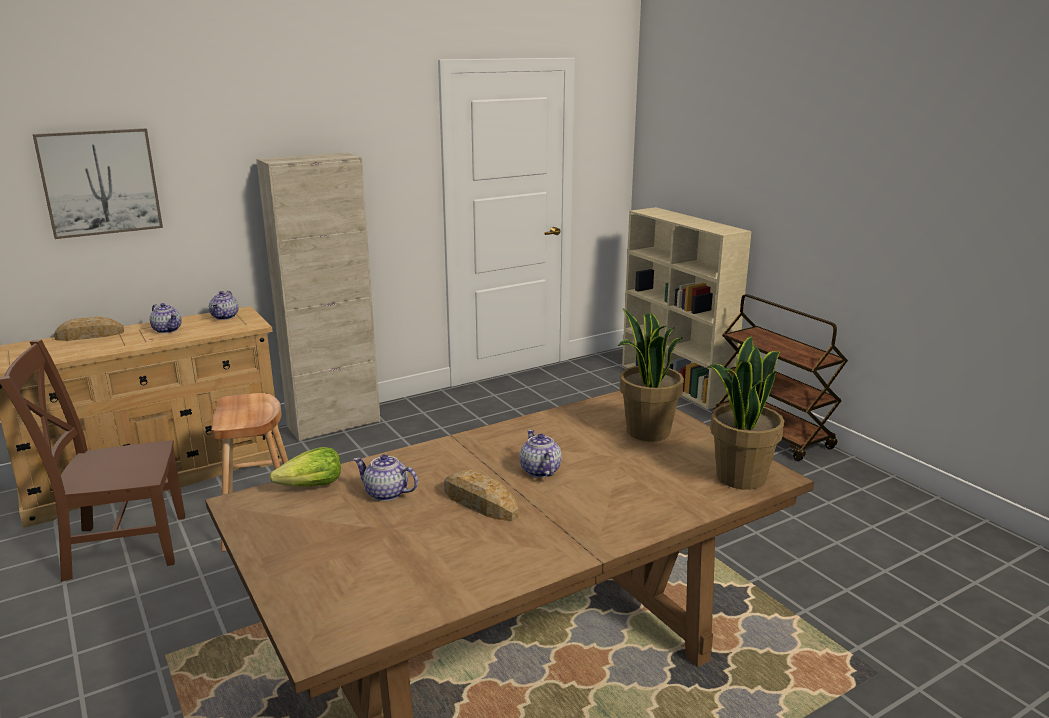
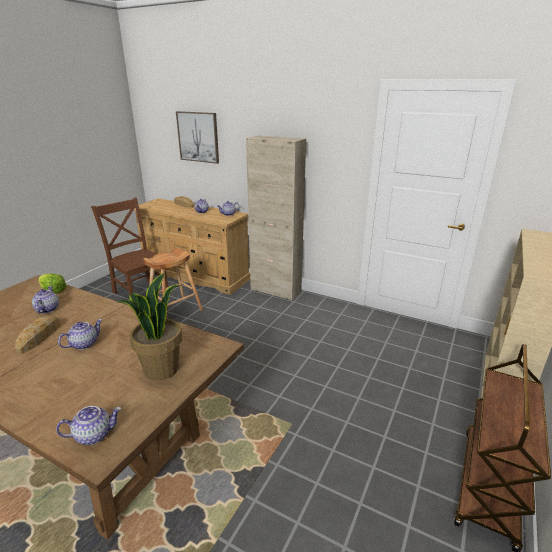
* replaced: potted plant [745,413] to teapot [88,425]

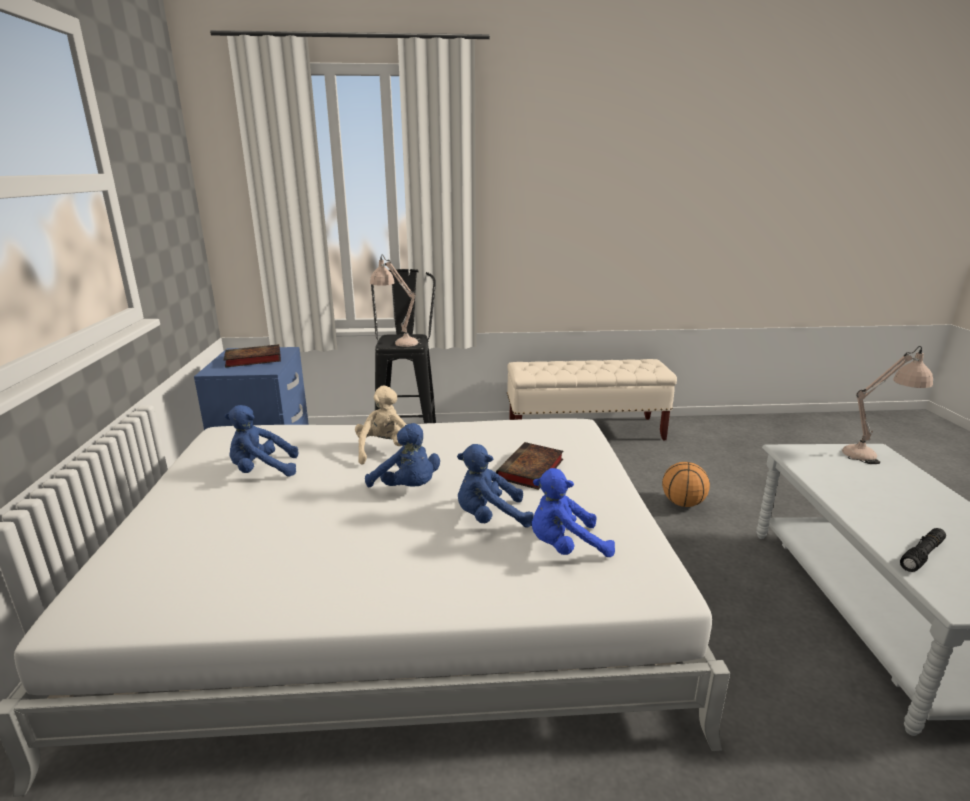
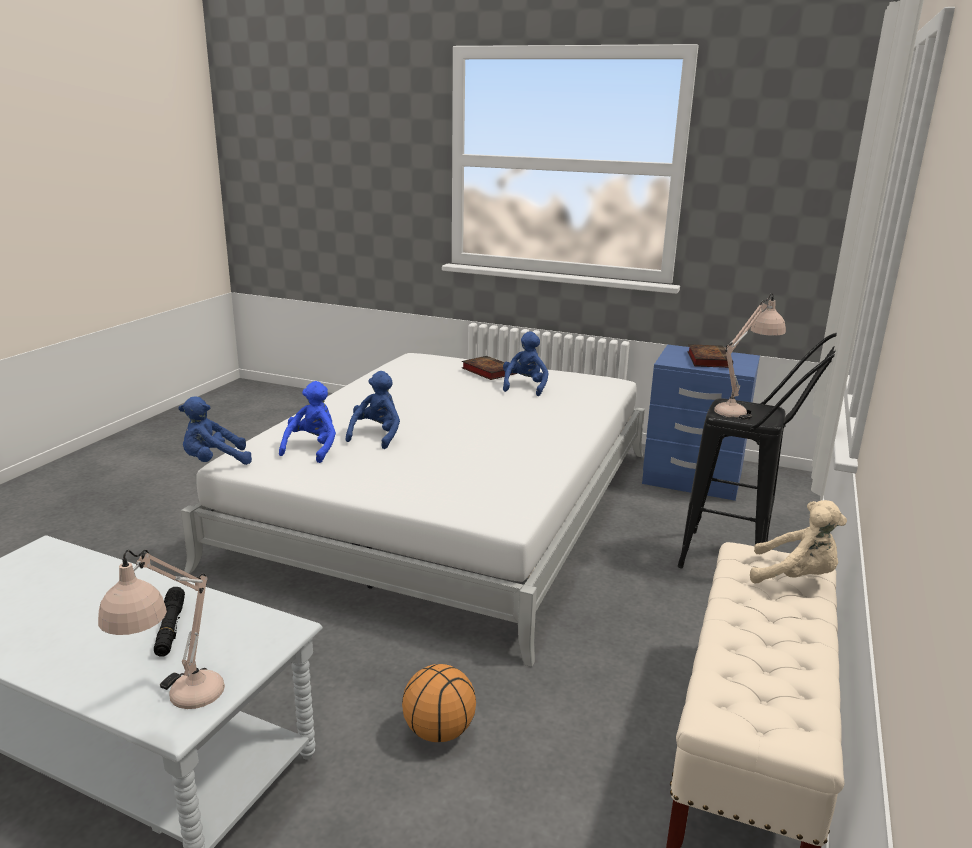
* moved: plush toy (sand-coloured) [381,425] to [798,541]
* moved: plush toy (bluish) [402,455] to [215,430]
* moved: bound book [530,466] to [489,368]
* moved: flashlight (black) [923,550] to [169,622]

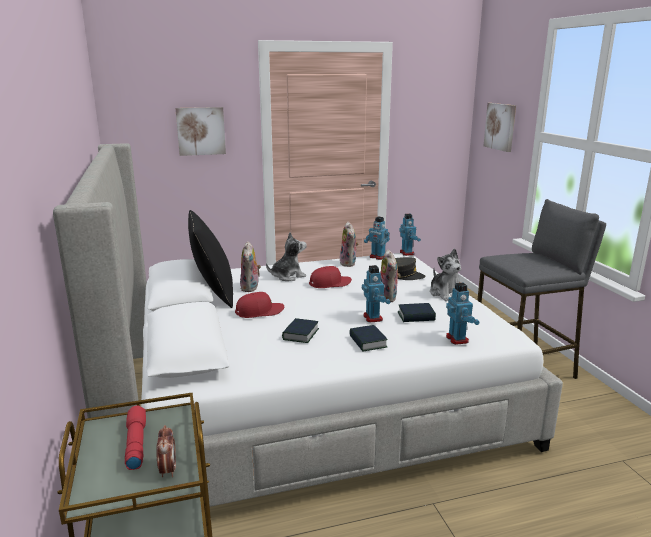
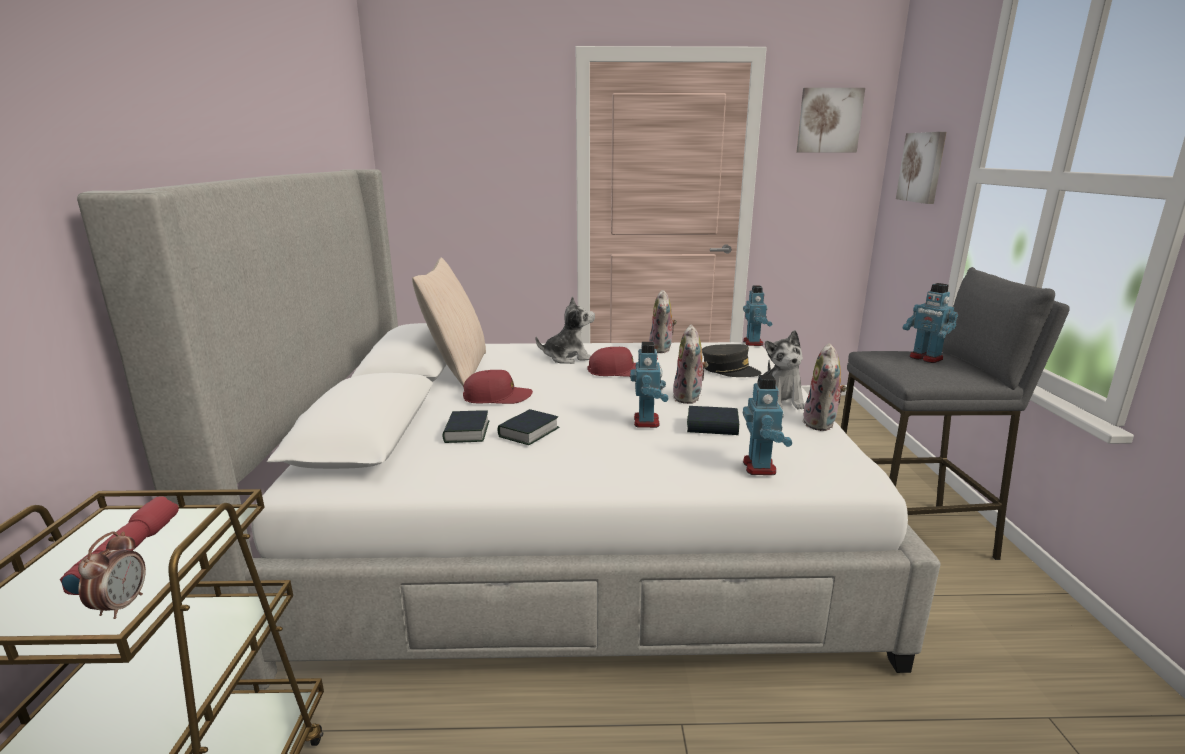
* moved: wall picture [200,131] to [831,120]
* moved: plush toy [250,266] to [825,387]
* moved: bound book [368,338] to [466,426]
* moved: robot figure [377,238] to [930,323]
* recoloured: cushion (black) [210,259] to cushion (sand-coloured) [449,322]

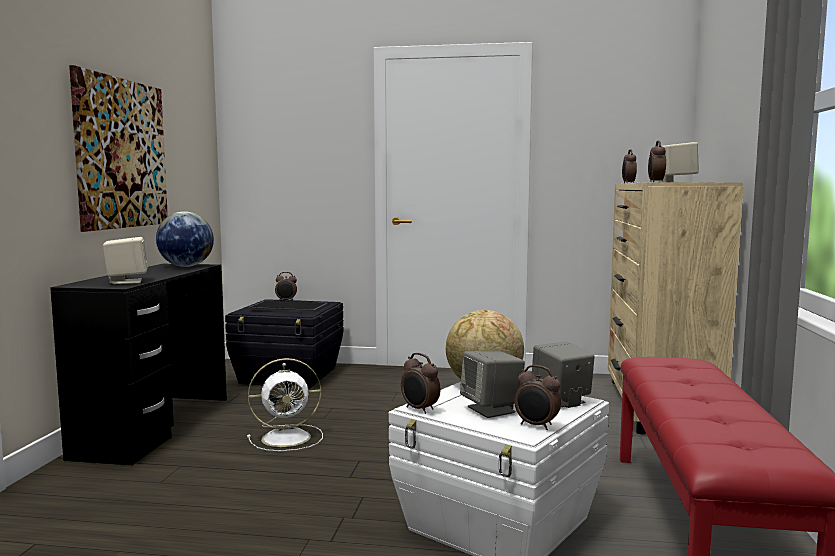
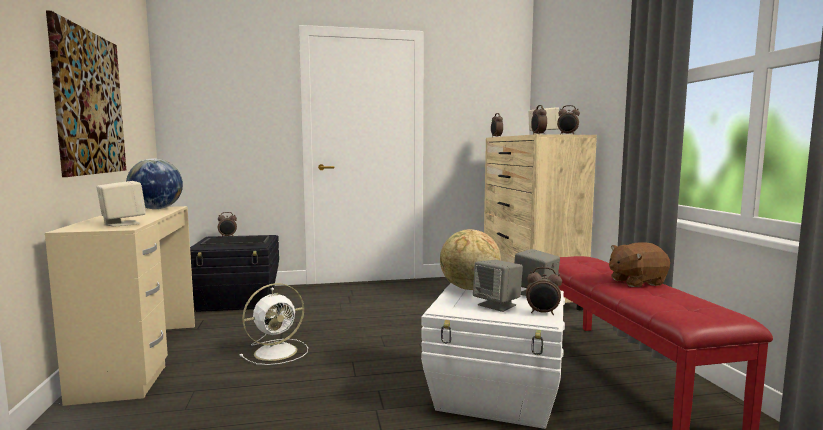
* added: plush toy (brown) [639,265]
* moved: table clock [420,383] to [568,120]
* recoloured: desk unit (black) [138,364] to desk unit (sand-coloured) [120,306]

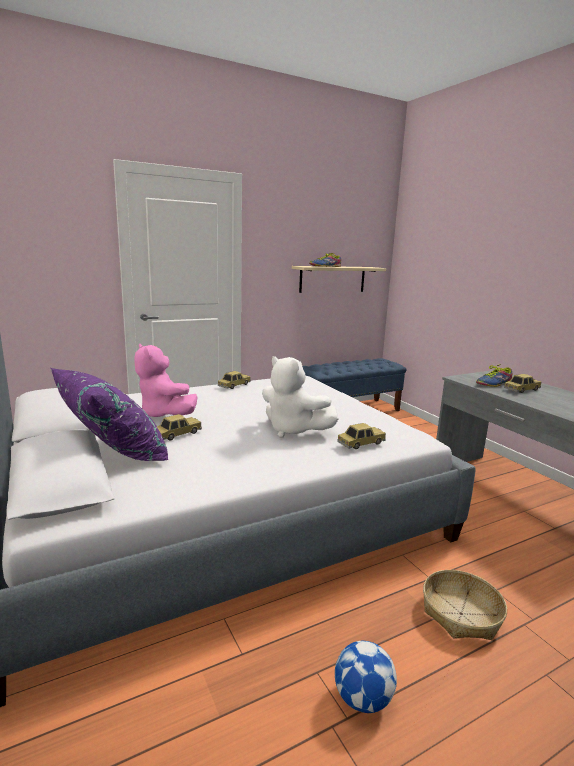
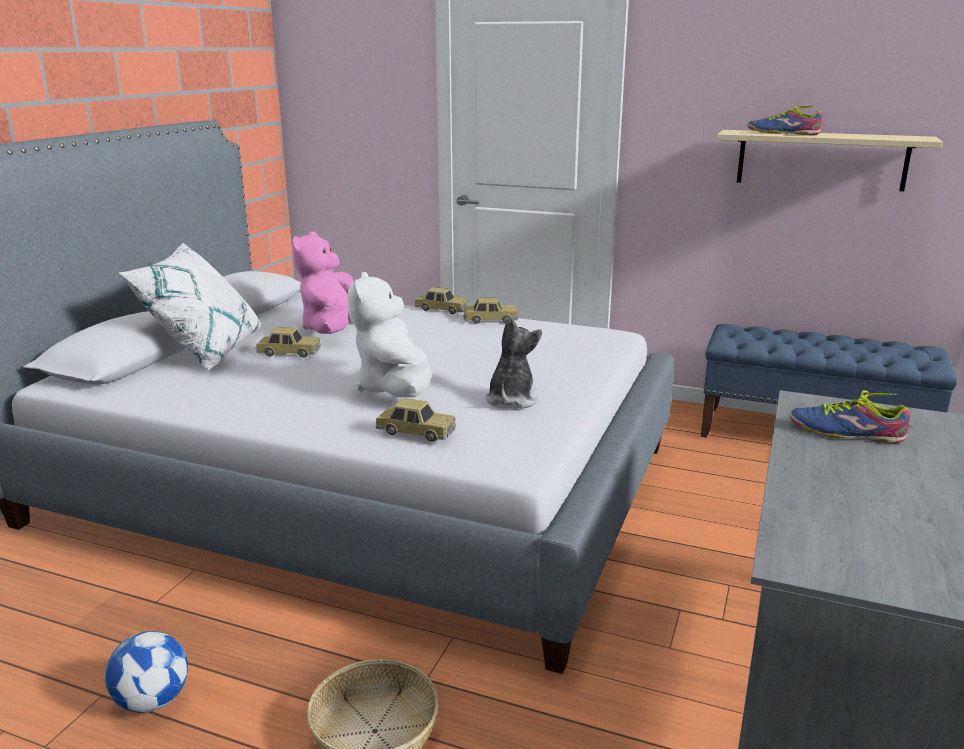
* added: plush toy [514,363]
* moved: miniature car [522,383] to [442,300]
* recoloured: cushion (purple-coloured) [109,414] to cushion (white) [190,306]

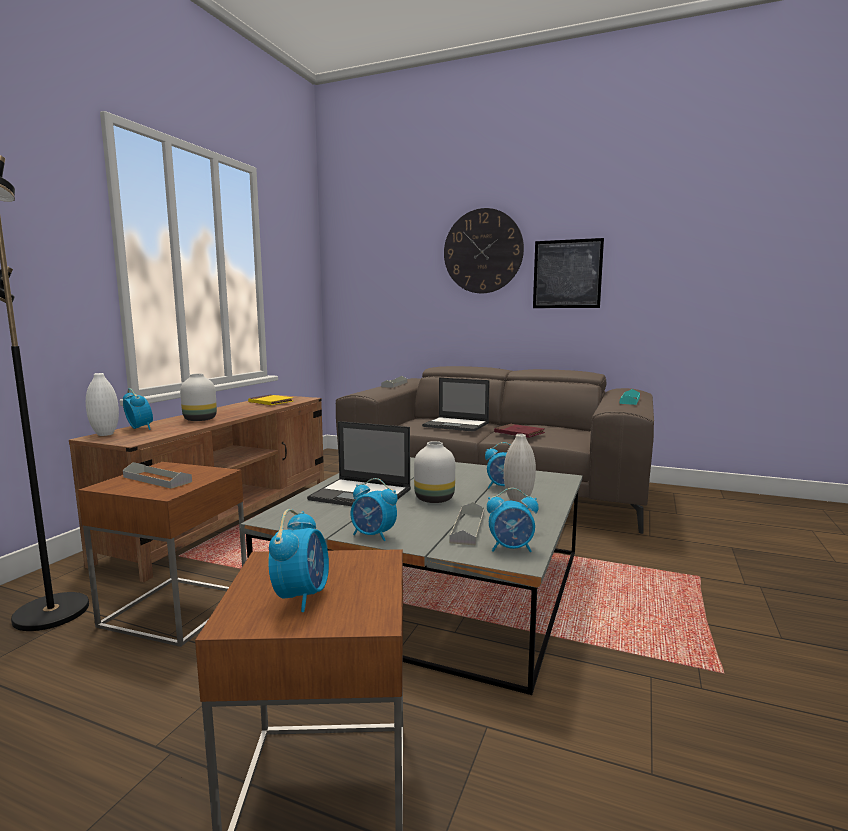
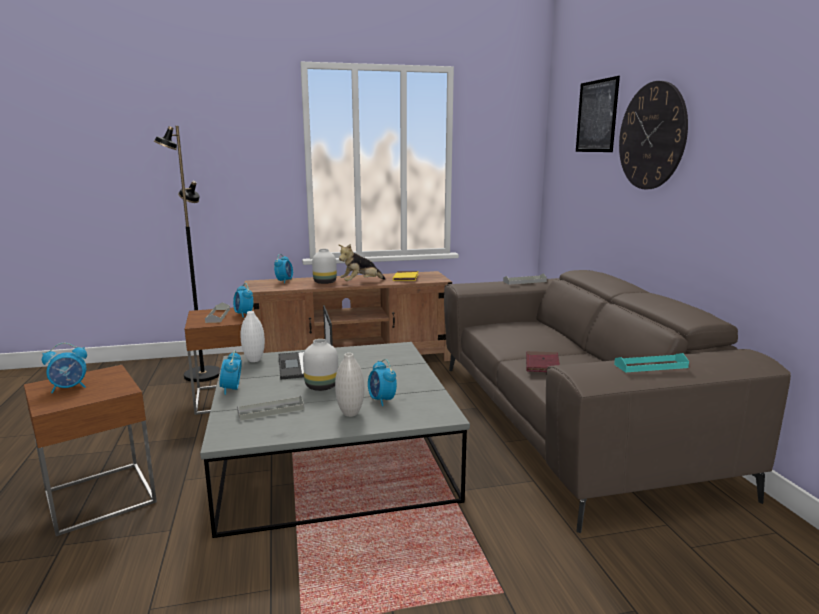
* removed: portable computer [456,405]
* added: plush toy [362,262]
* moved: flower vase (white) [102,404] to [252,336]
* moved: table clock [513,520] to [243,300]
* moved: wall picture [568,273] to [598,114]

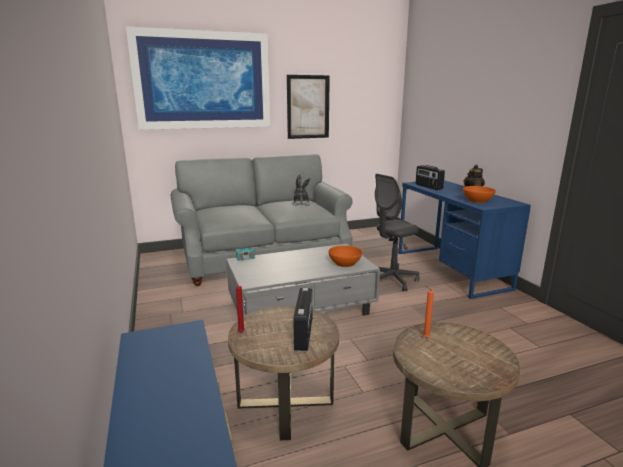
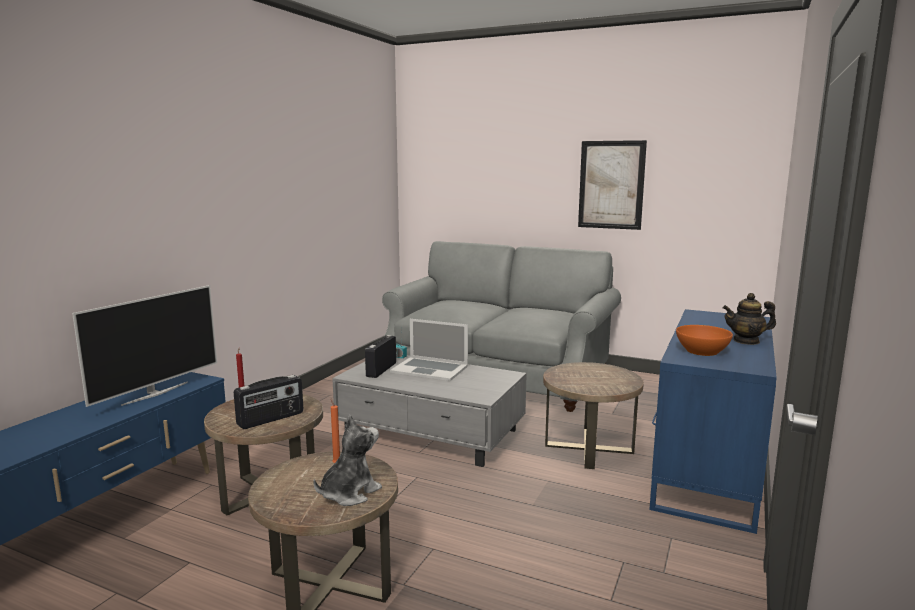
* removed: wall picture [198,78]
* removed: deep dish (orange) [345,256]
* added: TV set [144,346]
* added: portable computer [429,350]
* moved: plush toy [301,190] to [347,460]
* moved: radio set [430,177] to [380,356]
* replaced: office chair (grey) [397,233] to accent table (brown) [593,415]

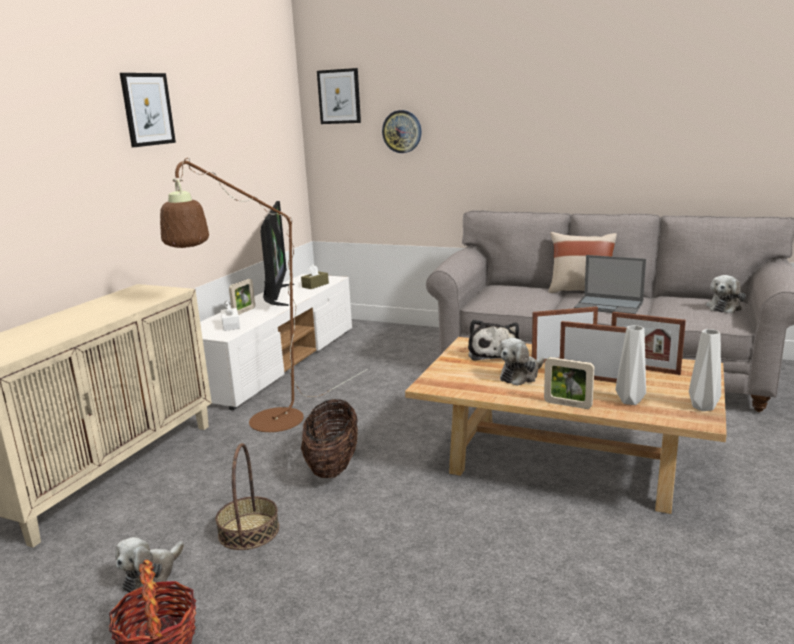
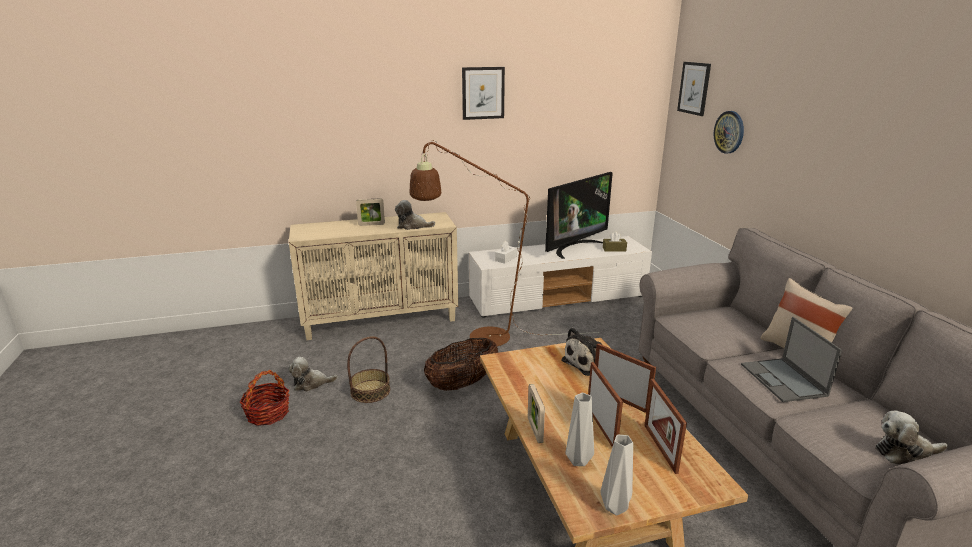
* moved: photo frame [242,297] to [370,212]
* moved: plush toy [521,362] to [415,215]

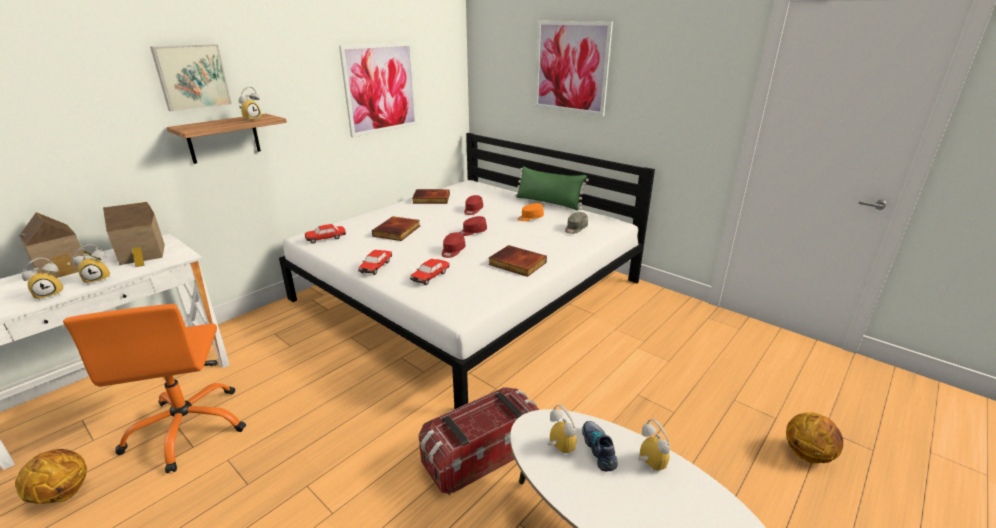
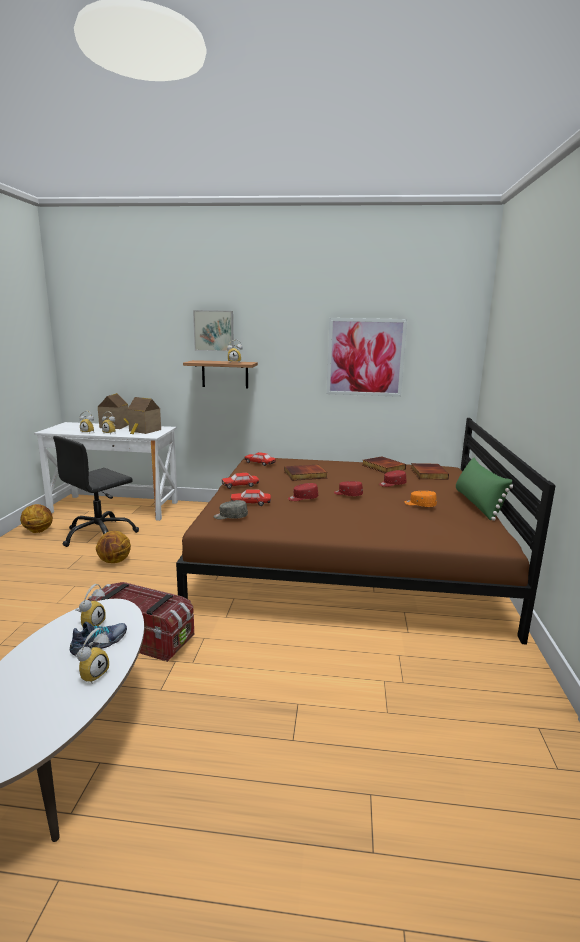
* removed: wall picture [574,68]
* moved: bound book [517,261] to [430,471]
* moved: peaked cap (grey) [576,223] to [230,509]
* moved: ball for basketball [814,437] to [113,547]
* recoloured: office chair (orange) [154,388] to office chair (black) [96,491]
* recoloured: bedroom bed (white) [467,271] to bedroom bed (brown) [366,531]

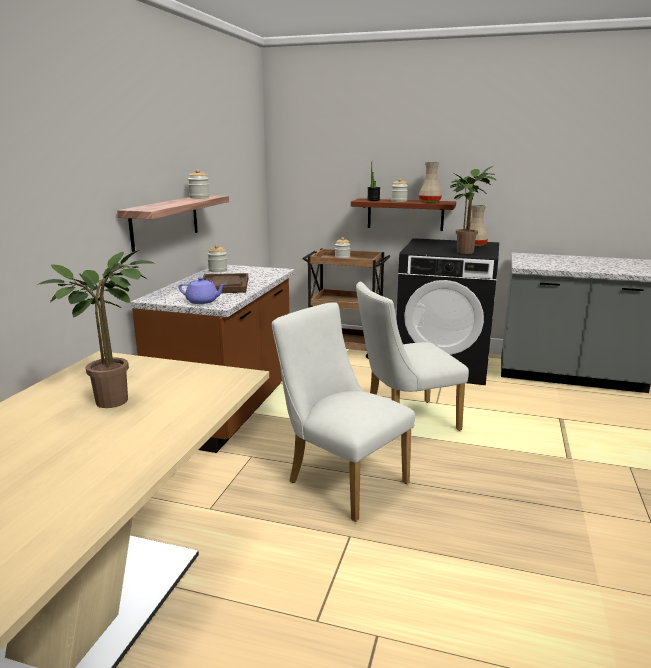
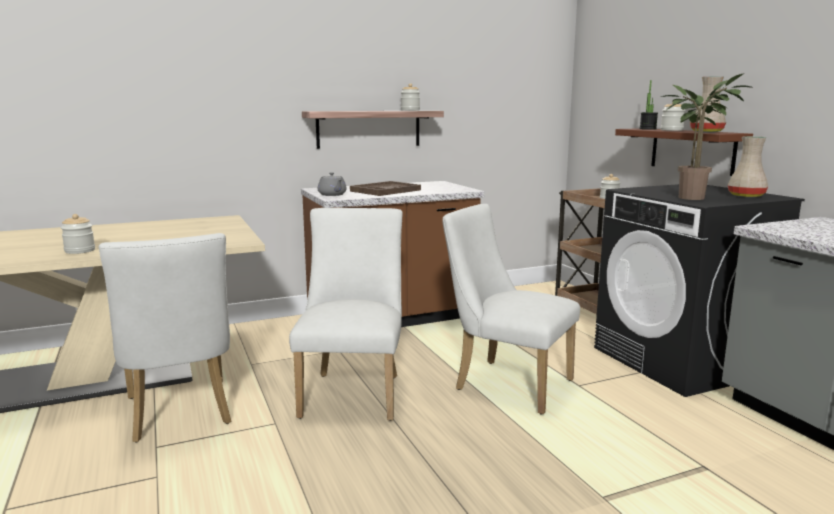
* removed: potted plant [96,329]
* added: upright chair (white) [165,337]
* moved: storage jar [217,258] to [78,234]
* recoloured: teapot (purple-coloured) [202,290] to teapot (grey) [332,184]

